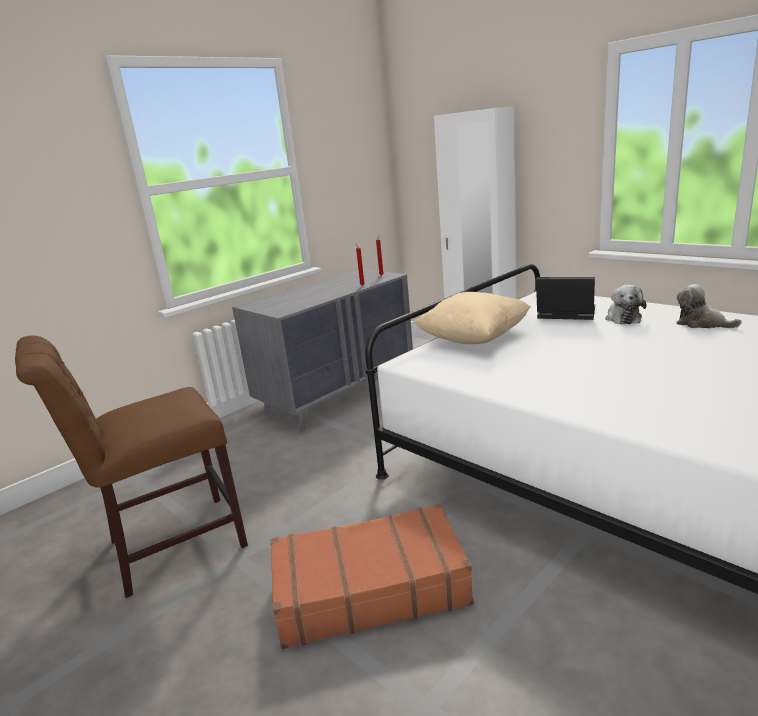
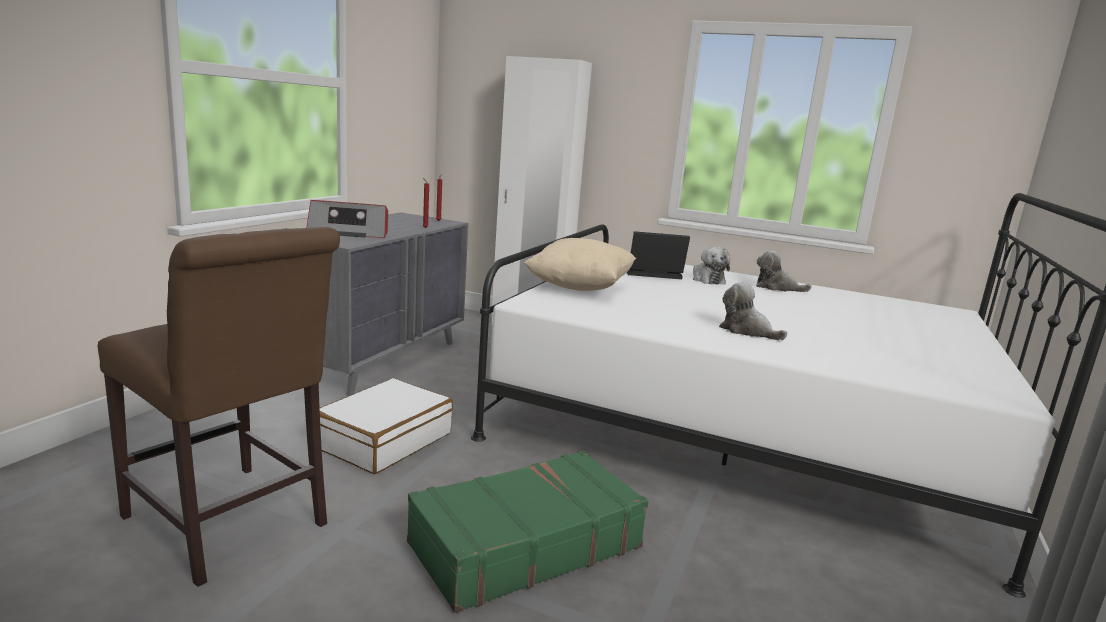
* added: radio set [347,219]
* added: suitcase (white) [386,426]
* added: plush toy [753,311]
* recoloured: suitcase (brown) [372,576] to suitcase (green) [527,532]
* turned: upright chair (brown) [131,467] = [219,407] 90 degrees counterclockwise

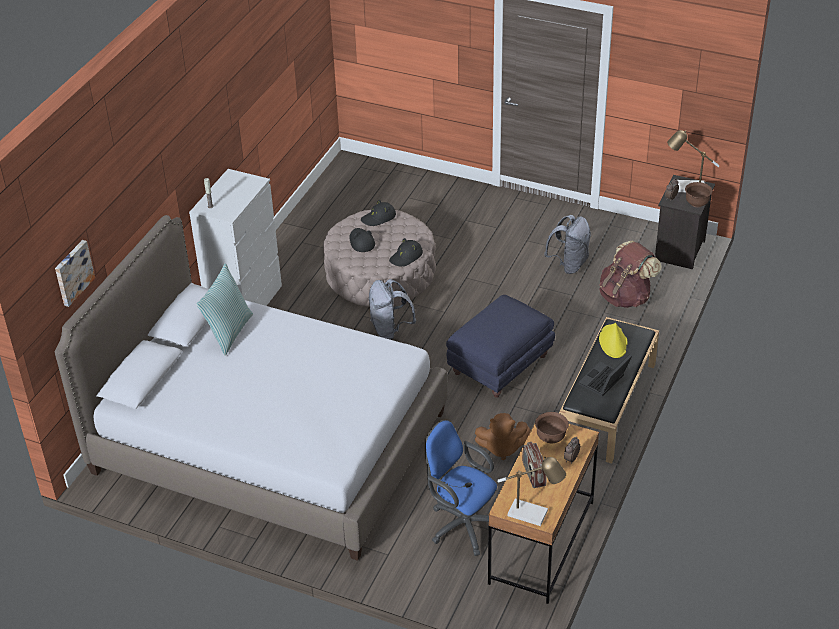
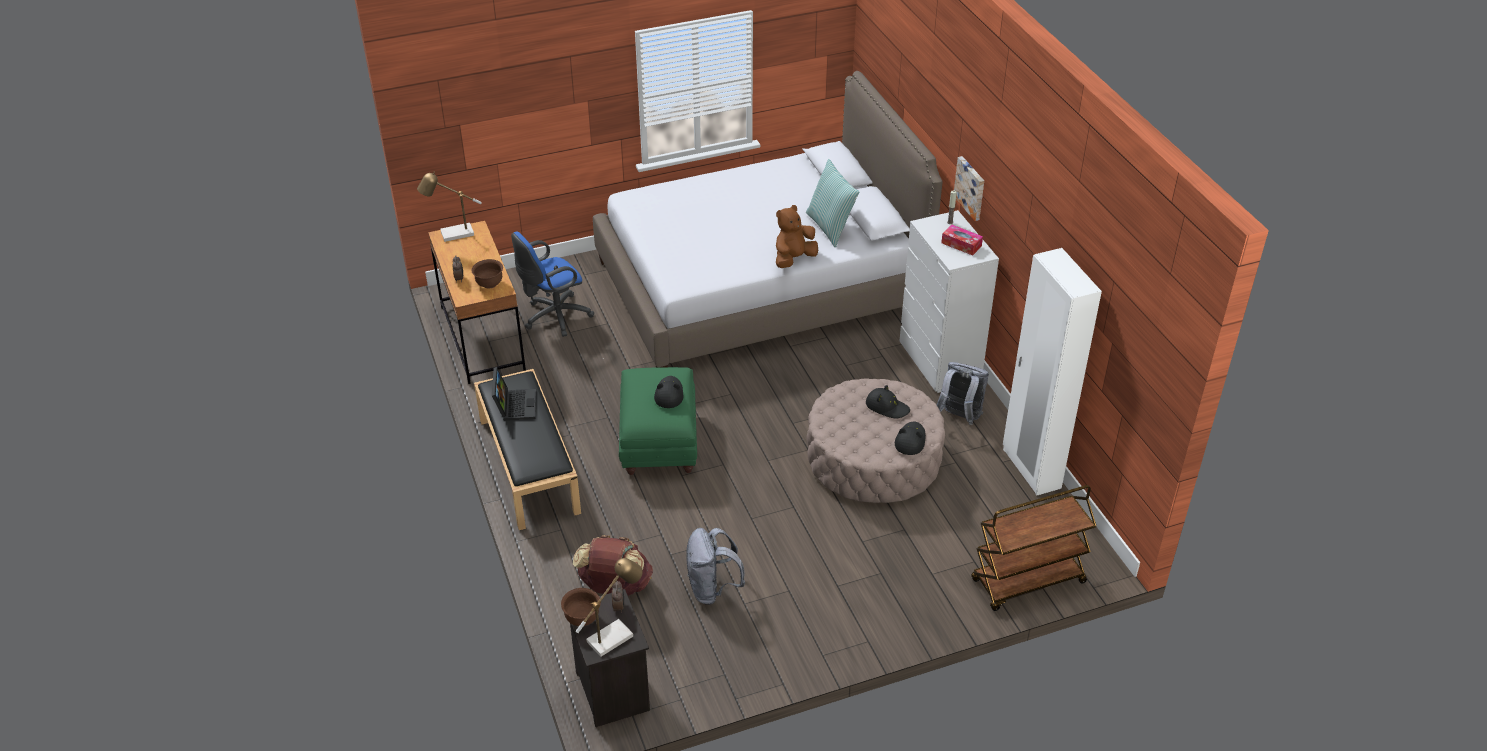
* removed: radio set [534,465]
* removed: hat (yellow-coloured) [613,340]
* added: tissue box [962,240]
* added: trolley (brown) [1033,548]
* added: wardrobe (white) [1052,372]
* moved: wall picture [75,273] to [969,188]
* moved: backpack (grey) [392,309] to [963,393]
* moved: hat (black) [406,252] to [668,392]
* moved: plush toy (brown) [503,436] to [797,236]
* recoloured: pouffe (bluish) [500,346] to pouffe (green) [658,421]
* turned: office chair (bluish) [461,488] = [552,284] 150 degrees clockwise

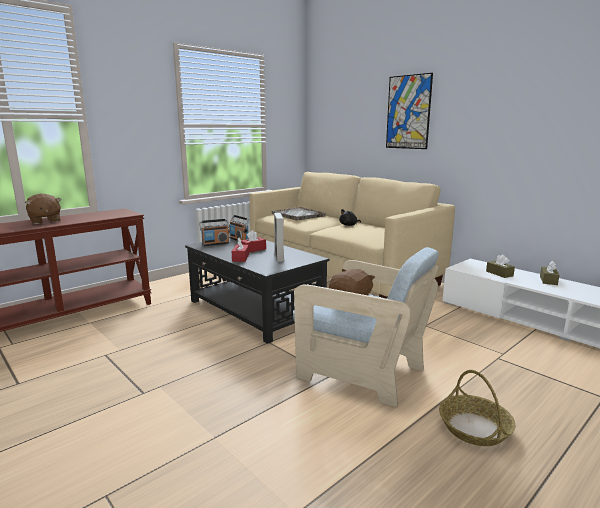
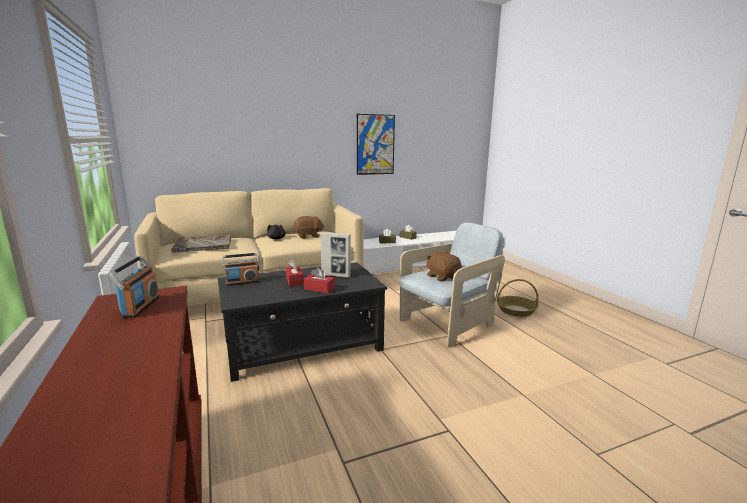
* moved: plush toy (brown) [43,208] to [308,227]
* moved: radio set [214,232] to [134,287]
* moved: wall picture [409,111] to [376,144]

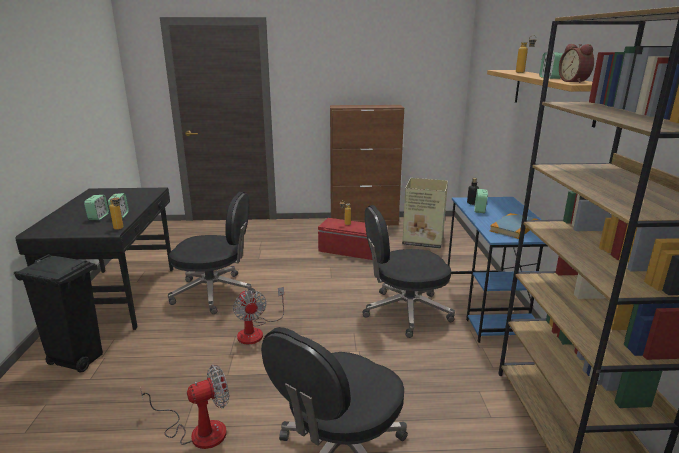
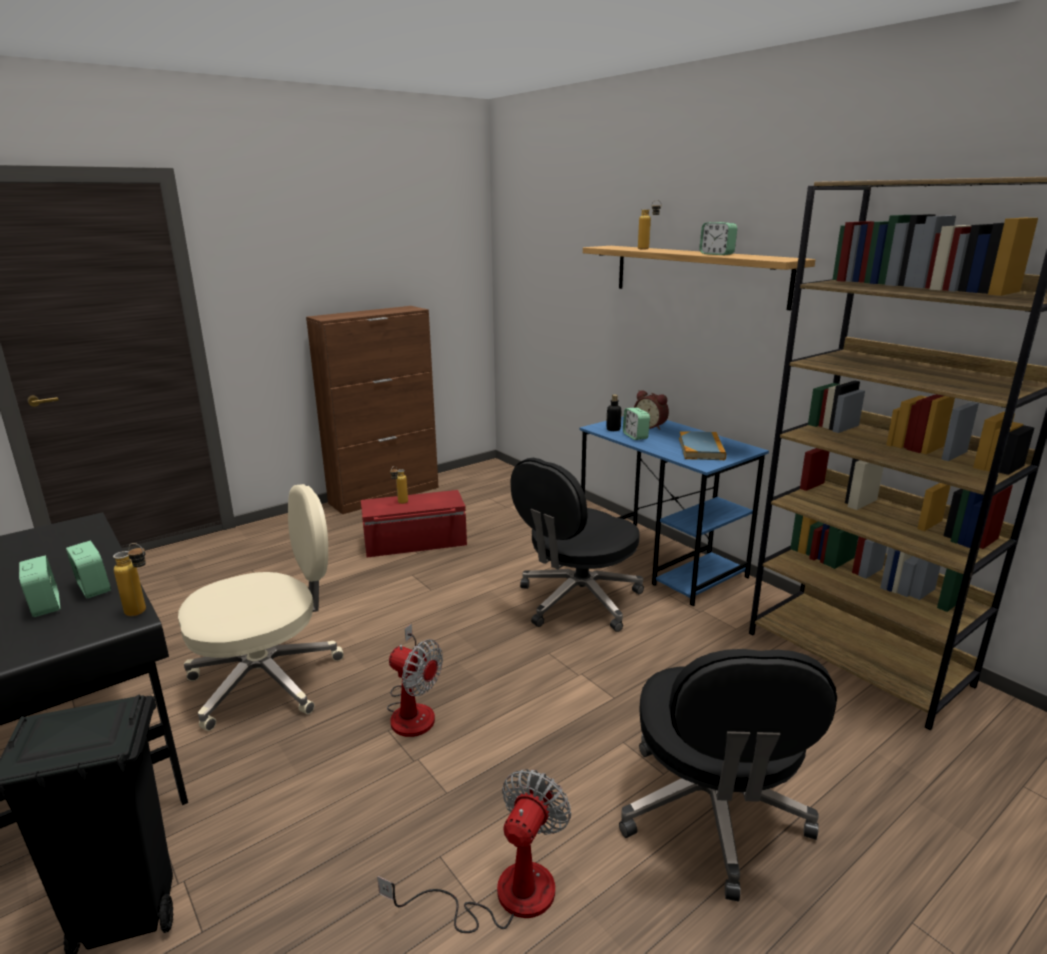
* removed: packing box [425,213]
* moved: table clock [576,63] to [651,410]
* recoloured: office chair (black) [211,253] to office chair (sand-coloured) [261,607]

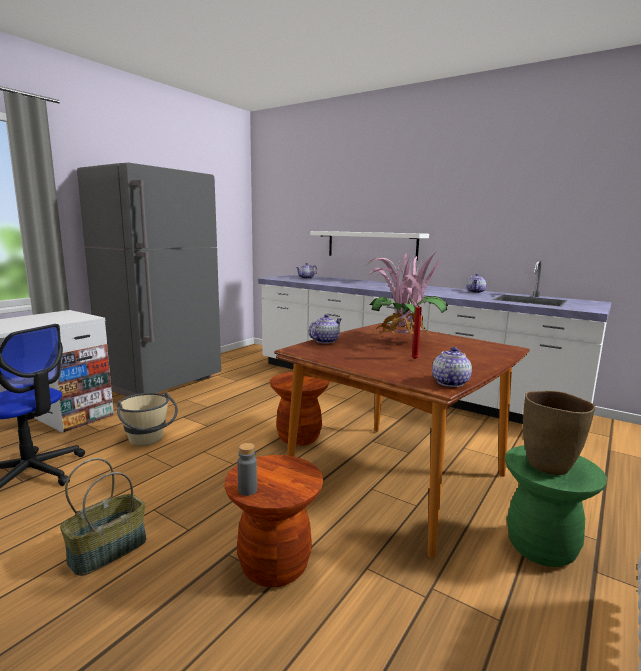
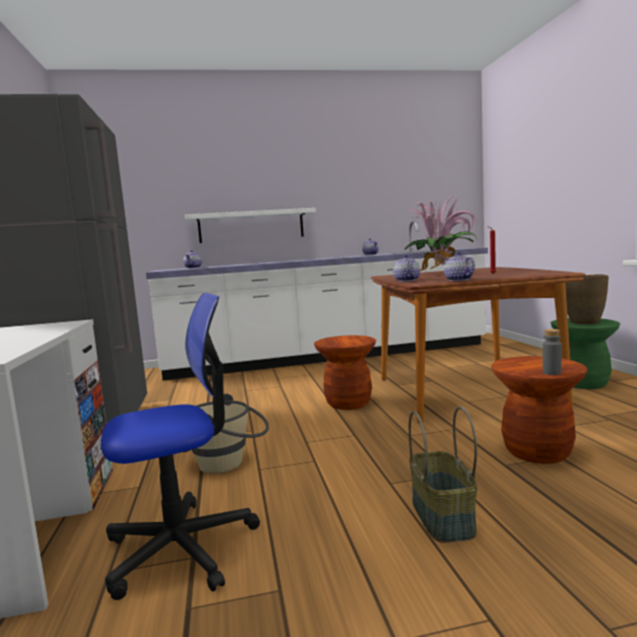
* moved: teapot [452,367] to [459,266]

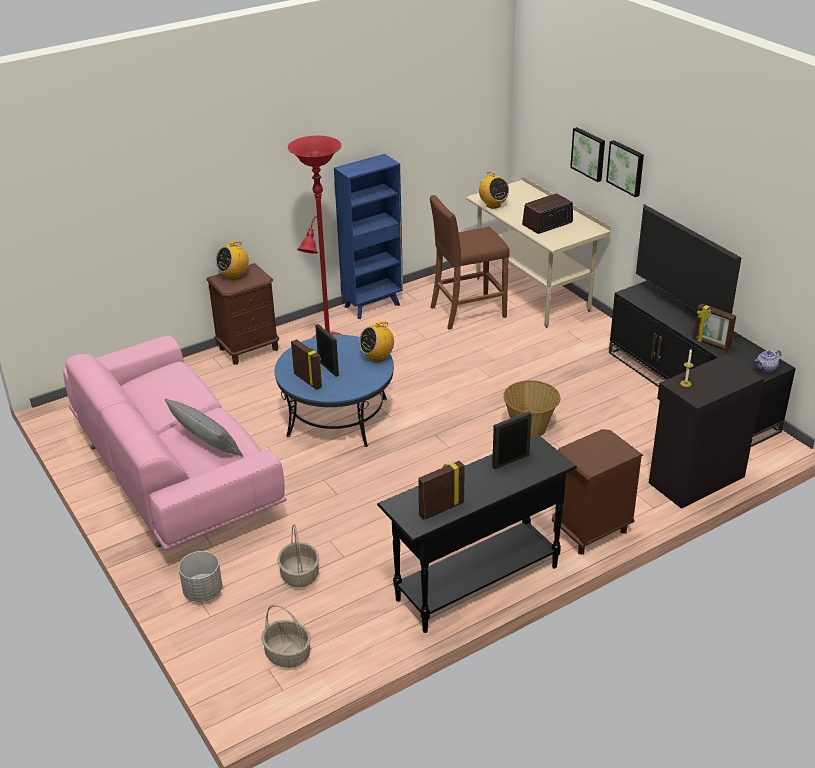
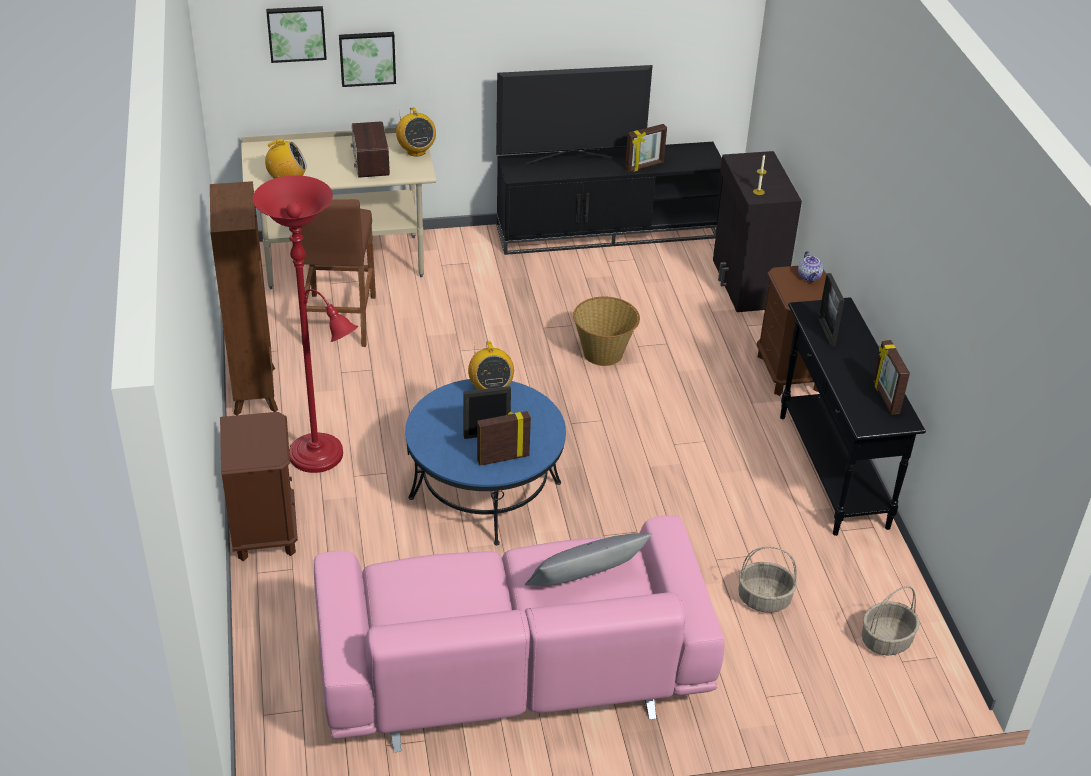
* removed: planter (grey) [200,576]
* moved: radio set [232,260] to [416,132]
* moved: wall picture [625,168] to [296,34]
* moved: teapot [768,361] to [810,266]
* recoloured: shelving unit (bluish) [368,236] to shelving unit (brown) [244,298]

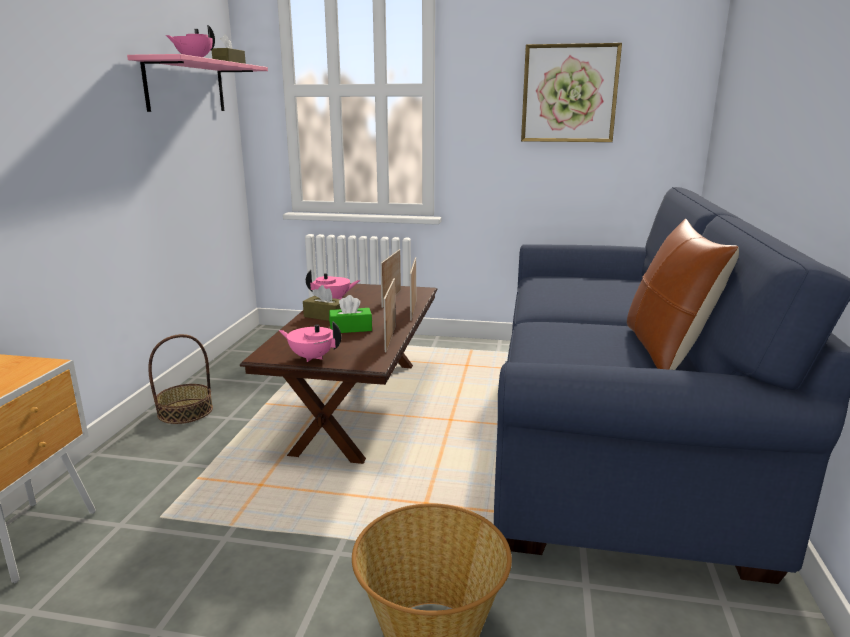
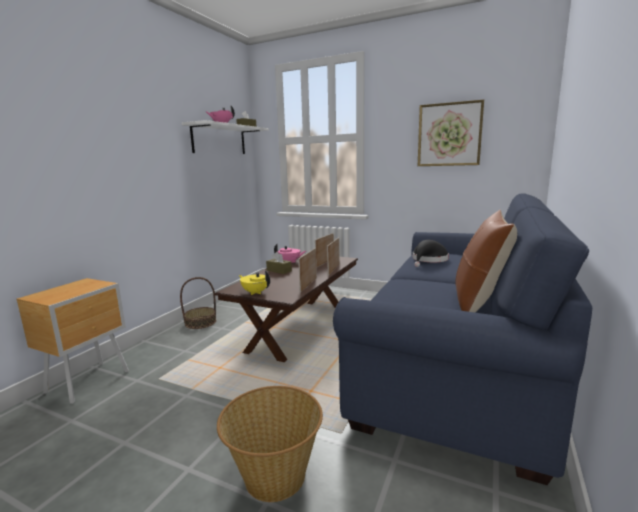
* removed: tissue box (green) [350,314]
* added: hat (black) [431,253]
* recoloured: shelf (pink) [197,83] to shelf (white) [225,137]
* recoloured: teapot (pink) [310,341] to teapot (yellow-coloured) [254,283]

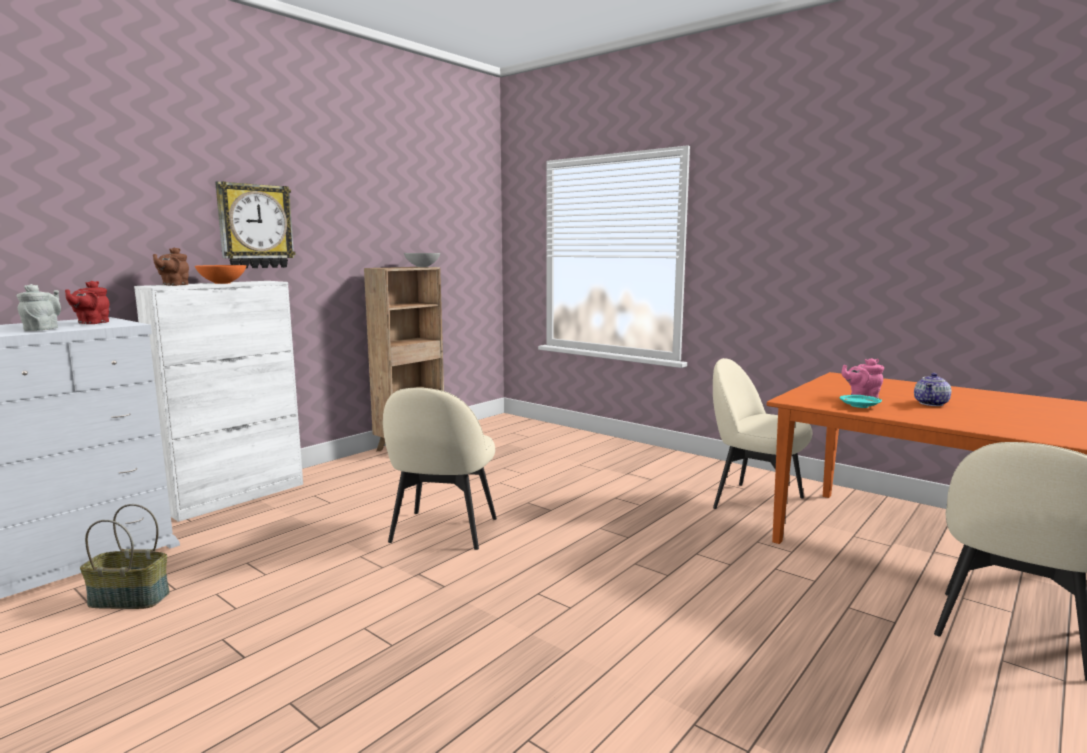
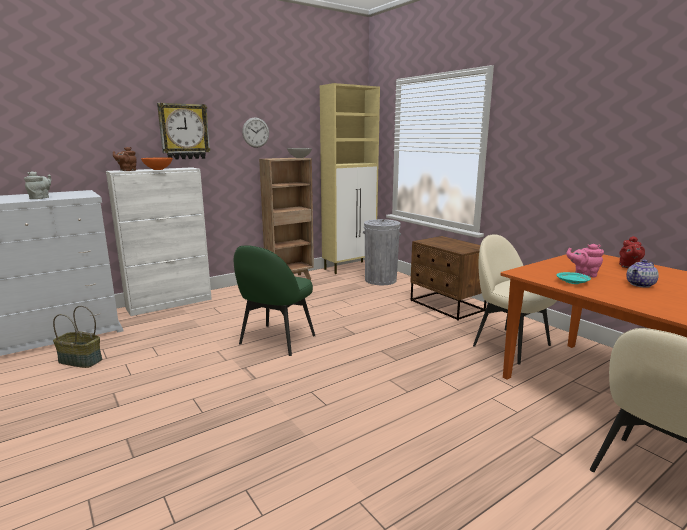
* added: hanging clock [255,132]
* added: cupboard (sand-coloured) [350,178]
* added: rubbish bin (grey) [382,252]
* added: night table (brown) [448,278]
* moved: teapot (reddish) [87,302] to [632,252]
* recoloured: upright chair (sand-coloured) [440,468] to upright chair (green) [274,301]

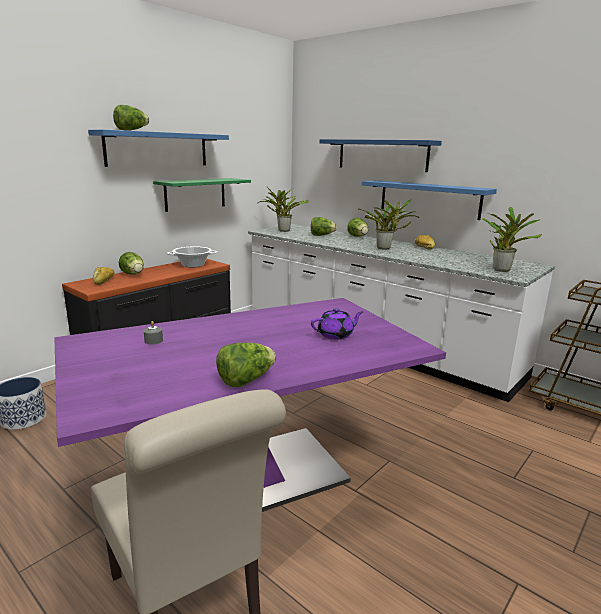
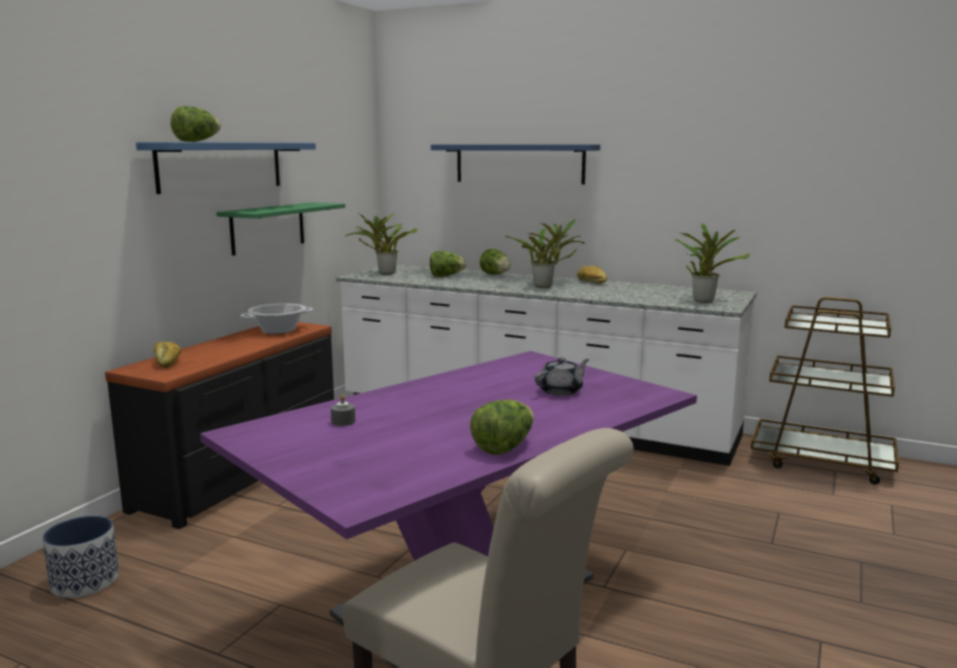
* removed: head of lettuce [131,263]
* removed: shelf (bluish) [429,200]
* recoloured: teapot (purple-coloured) [337,323] to teapot (grey) [562,377]

